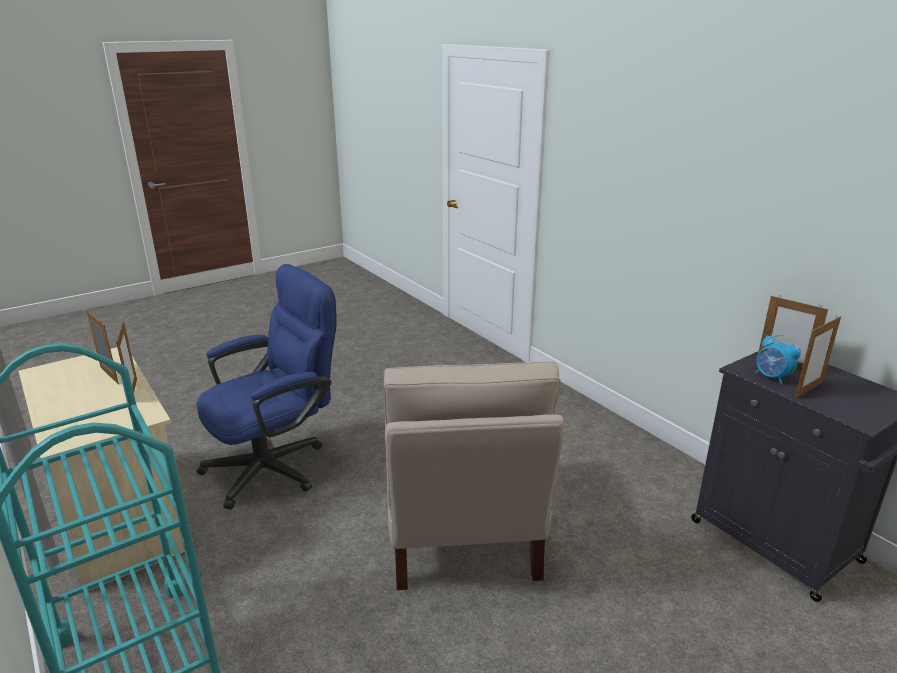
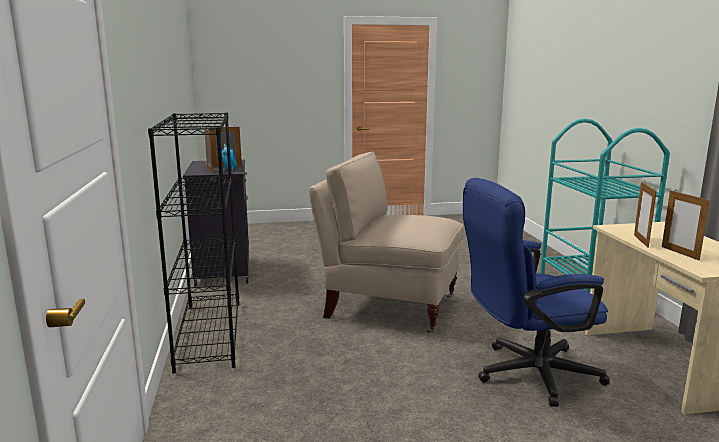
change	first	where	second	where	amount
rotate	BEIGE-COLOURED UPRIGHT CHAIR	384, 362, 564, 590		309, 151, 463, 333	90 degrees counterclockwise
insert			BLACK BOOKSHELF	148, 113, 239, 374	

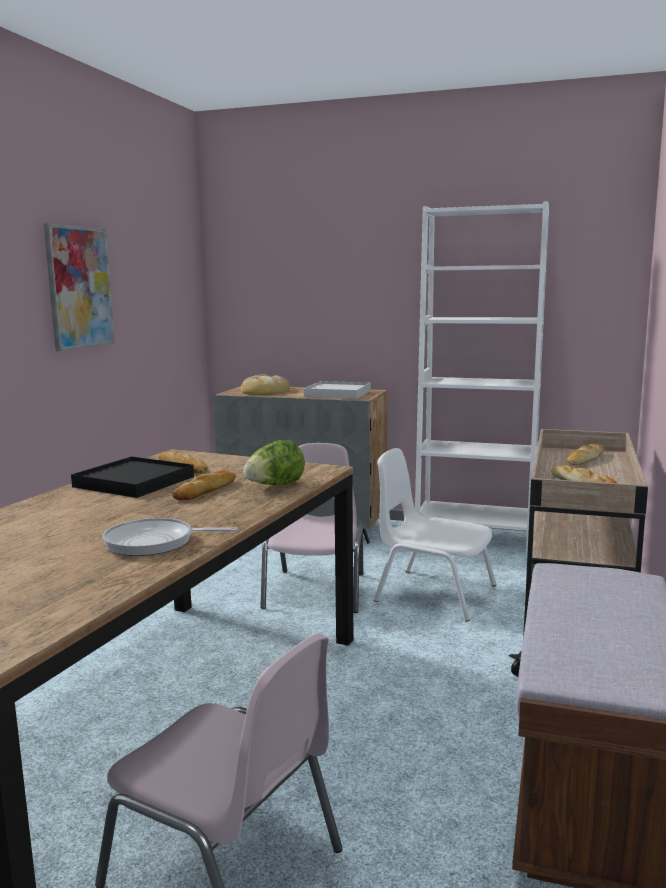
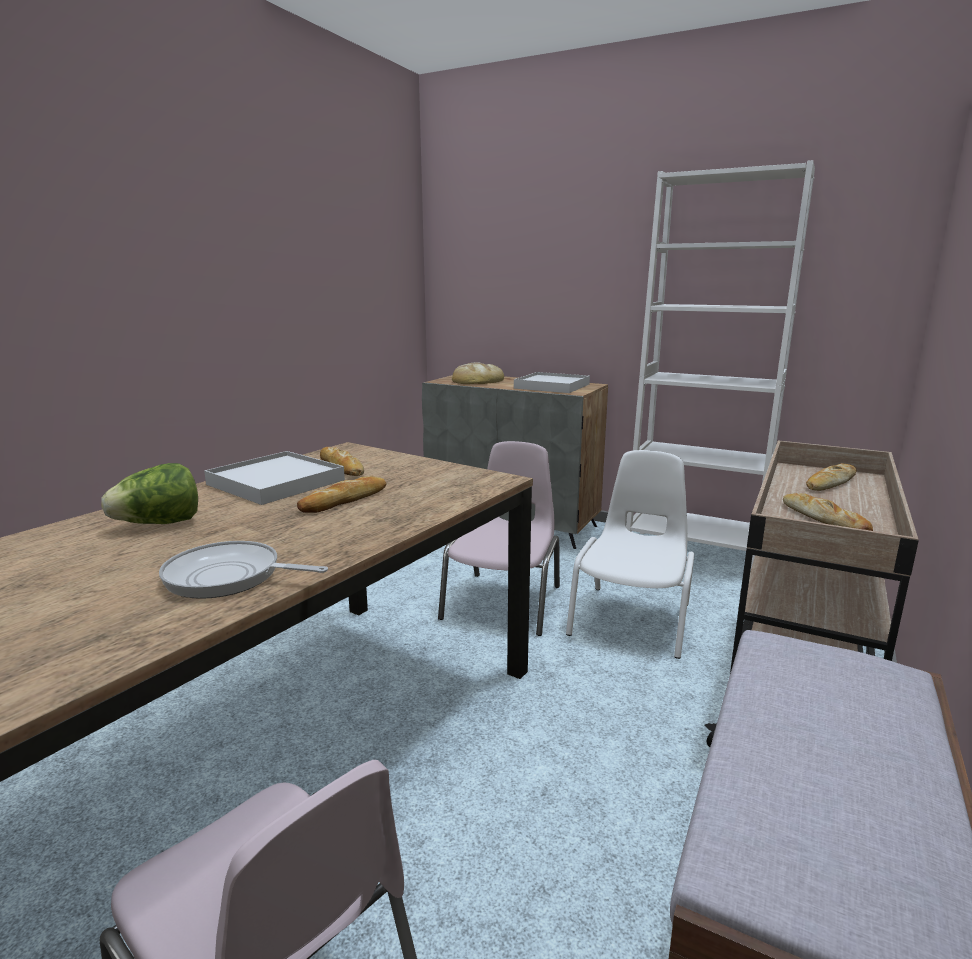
change	first	where	second	where	amount
delete	WALL ART	44, 223, 115, 351			
recolor	BLACK TRAY	71, 456, 194, 498	WHITE-COLOURED TRAY	204, 451, 345, 505	
move	LETTUCE HEAD	243, 440, 305, 485		101, 463, 198, 524	
rotate	WHITE-COLOURED UPRIGHT CHAIR	374, 448, 496, 622		566, 450, 694, 659	75 degrees clockwise

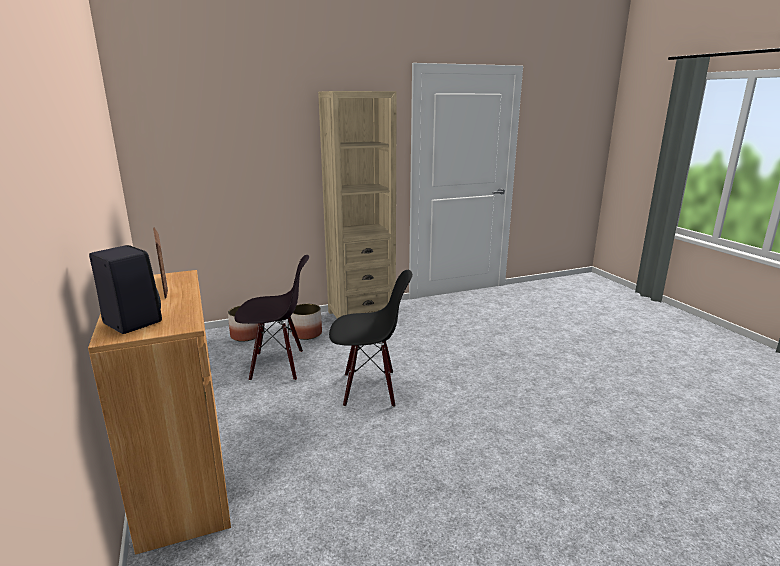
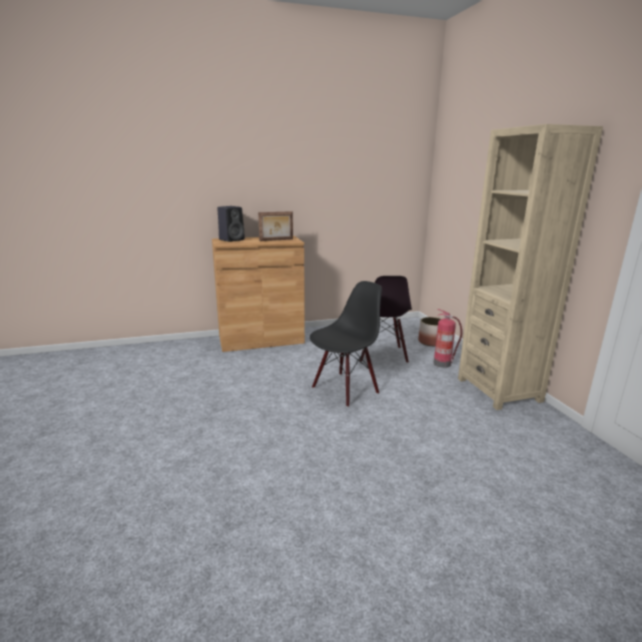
change	first	where	second	where	amount
replace	PLANT POT	291, 304, 322, 340	FIRE-FIGHTING CYLINDER	434, 309, 462, 368	
rotate	BLACK UPRIGHT CHAIR	329, 270, 413, 407		310, 281, 382, 407	135 degrees counterclockwise

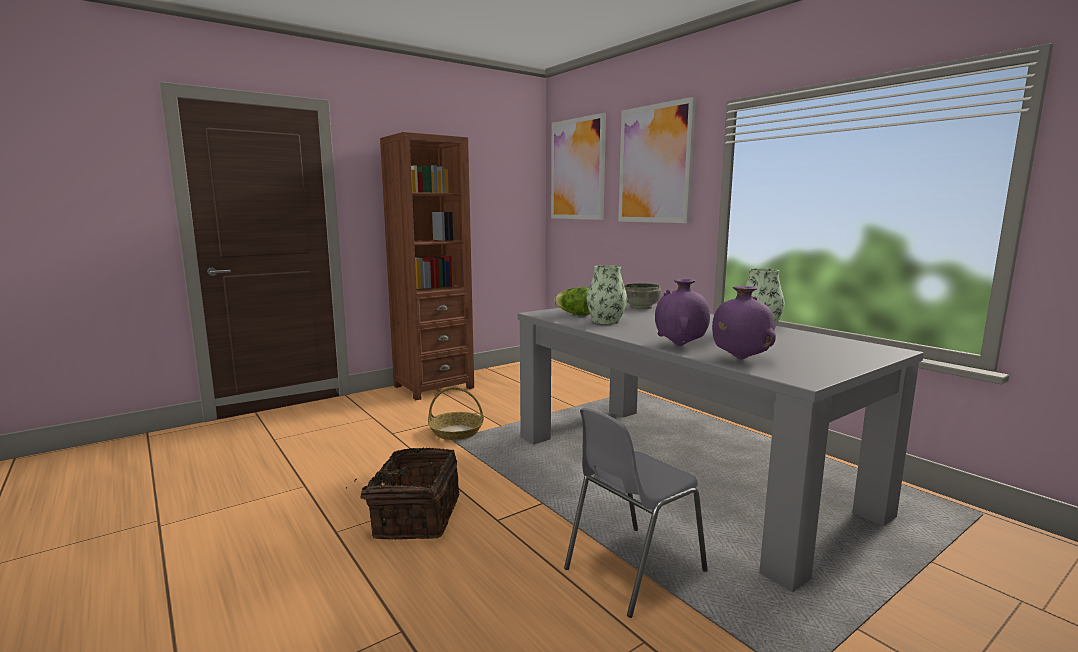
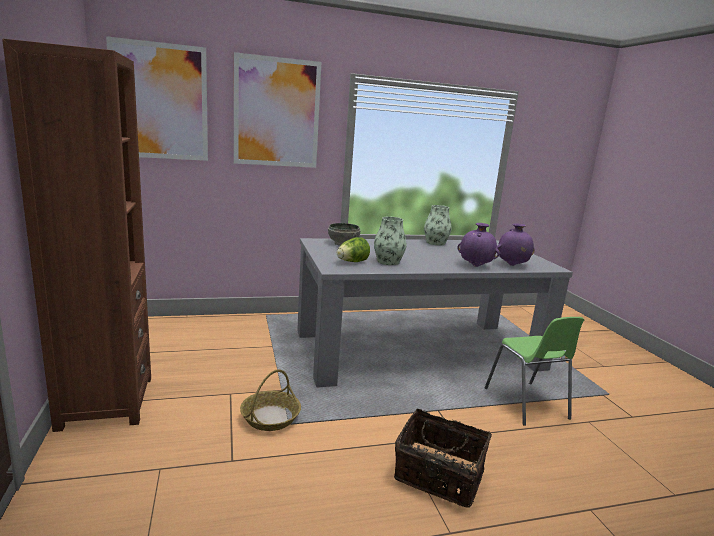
change	first	where	second	where	amount
recolor	GRAY UPRIGHT CHAIR	564, 407, 708, 618	GREEN UPRIGHT CHAIR	485, 317, 584, 426	

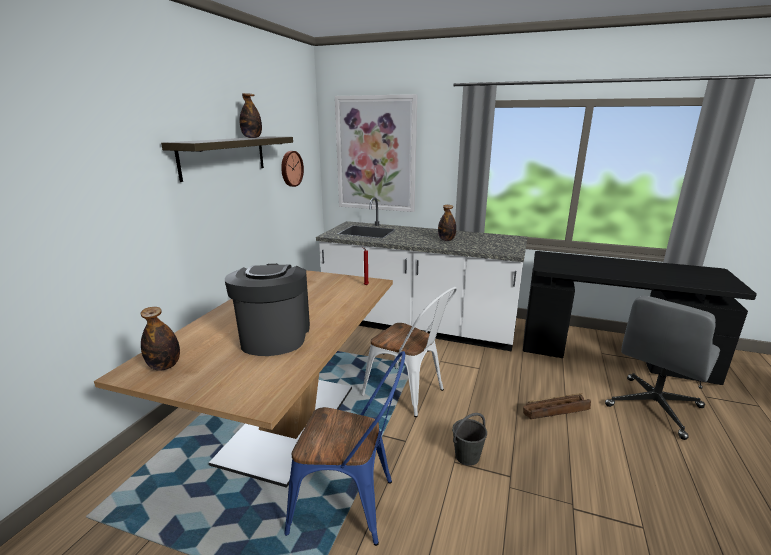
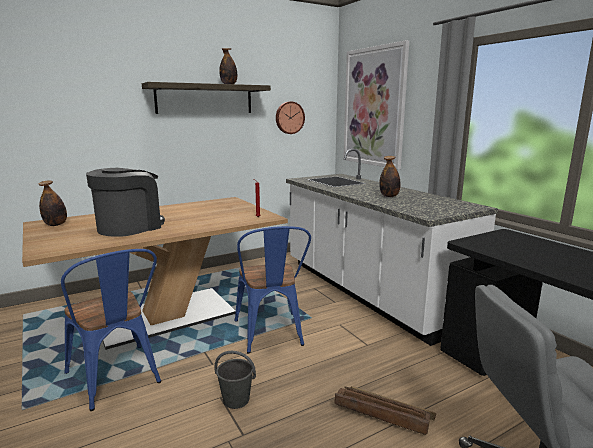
change	first	where	second	where	amount
recolor	WHITE-COLOURED UPRIGHT CHAIR	361, 287, 457, 417	BLUISH UPRIGHT CHAIR	234, 226, 311, 354	

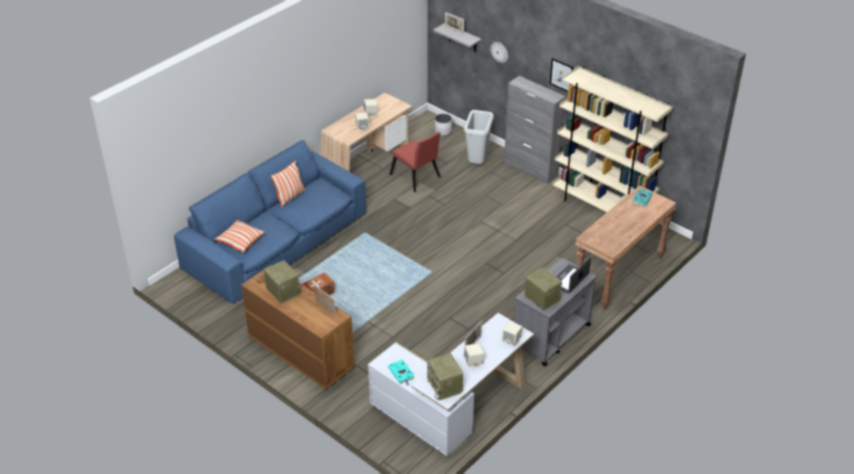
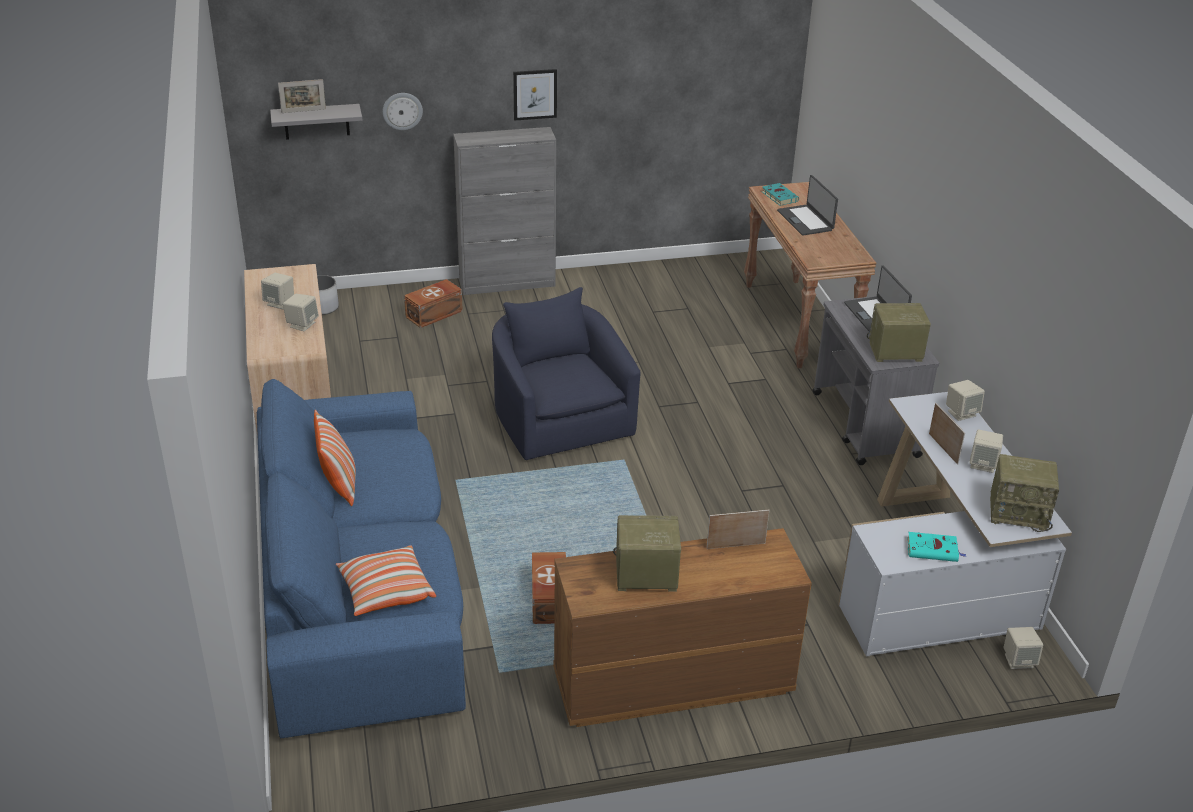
change	first	where	second	where	amount
delete	REDDISH UPRIGHT CHAIR	390, 132, 441, 192			
replace	GRAY RUBBISH BIN	464, 110, 494, 164	BROWN STORAGE CONTAINER	404, 279, 463, 328	
delete	BEIGE-COLOURED BOOKSHELF	553, 66, 673, 212			
insert			BLUISH EASY CHAIR	492, 287, 641, 460	
insert			NOTEBOOK COMPUTER	777, 175, 838, 236	
insert			BEIGE-COLOURED AUDIO SPEAKER	1004, 627, 1043, 669	

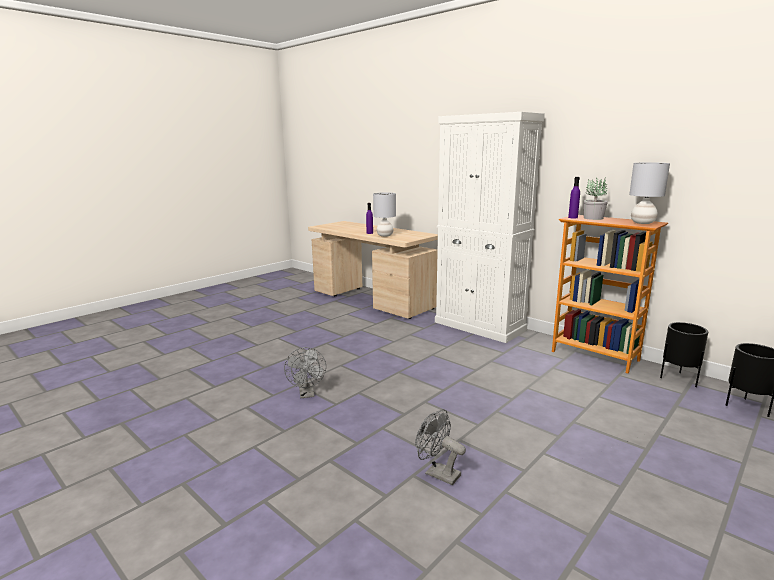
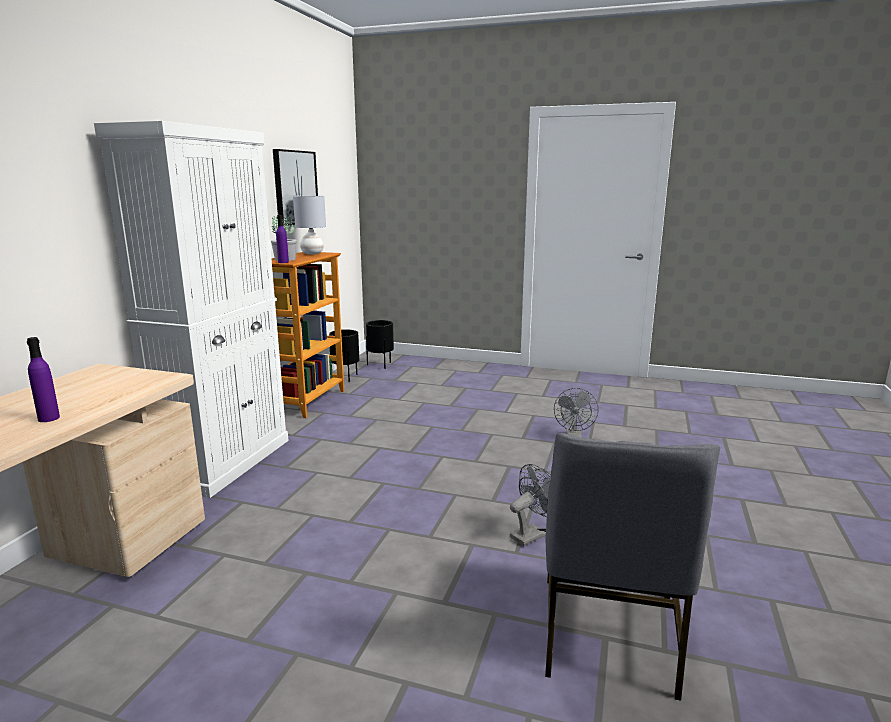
change	first	where	second	where	amount
delete	GRAY TABLETOP LAMP	373, 192, 396, 237			
insert			WALL ART	273, 149, 318, 225	
insert			GRAY UPRIGHT CHAIR	545, 433, 720, 700	

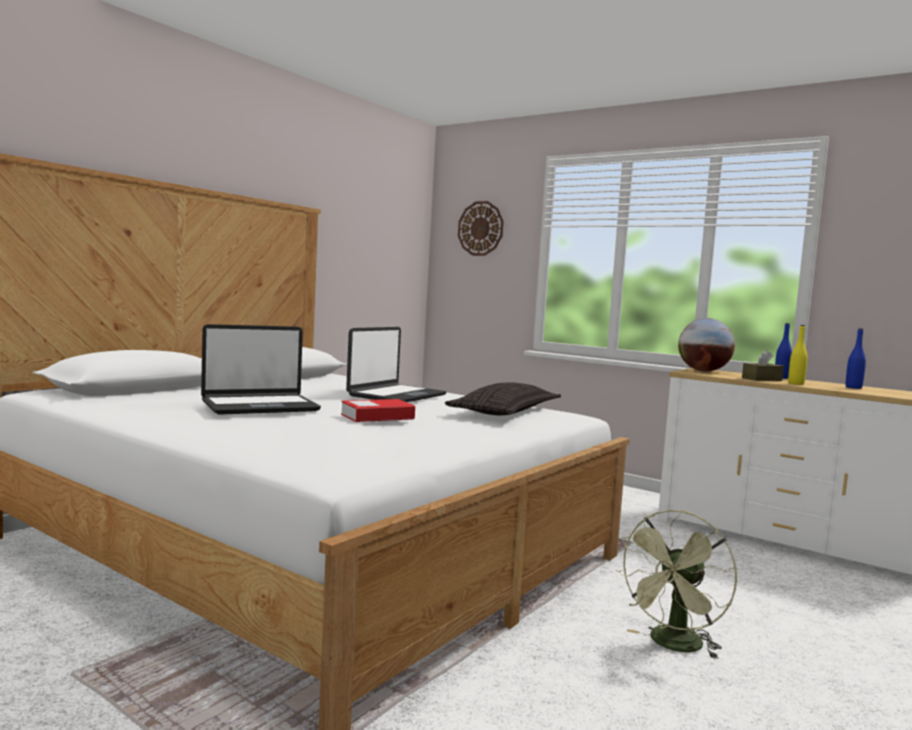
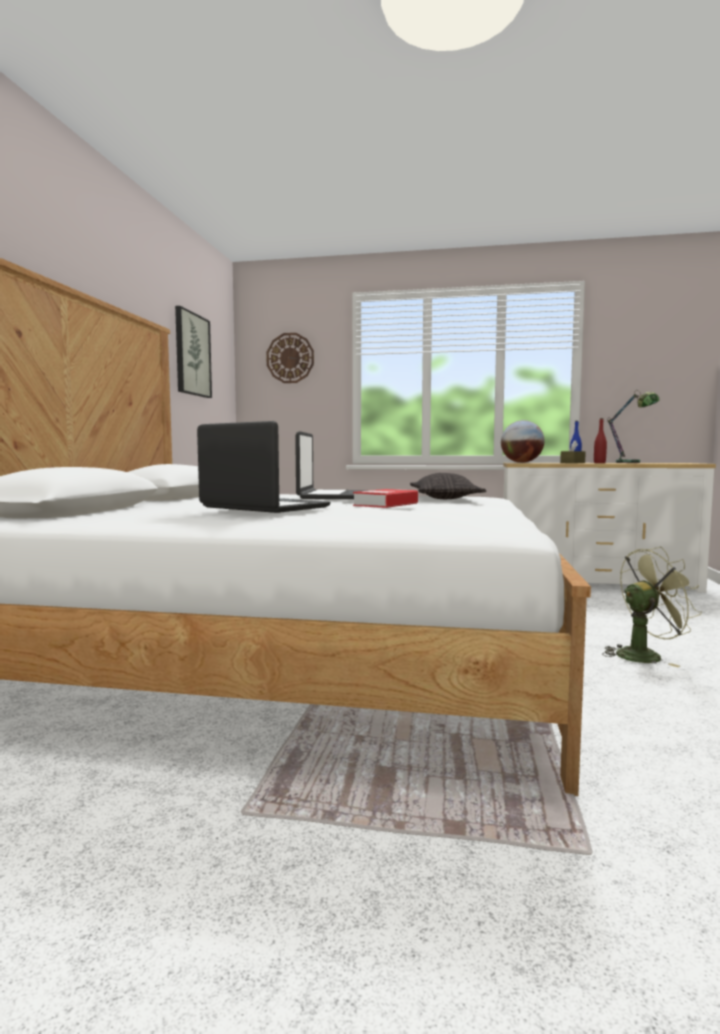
change	first	where	second	where	amount
rotate	NOTEBOOK COMPUTER	201, 324, 321, 415		197, 421, 331, 513	90 degrees counterclockwise
rotate	GREEN COOLING FAN	616, 510, 737, 659		602, 547, 702, 667	120 degrees counterclockwise
recolor	YELLOW-COLOURED DRINK BOTTLE	788, 325, 808, 385	REDDISH DRINK BOTTLE	594, 418, 607, 463	
replace	BLUISH DRINK BOTTLE	846, 328, 866, 389	TABLETOP LAMP	608, 390, 660, 463	
insert			WALL ART	175, 306, 212, 398	

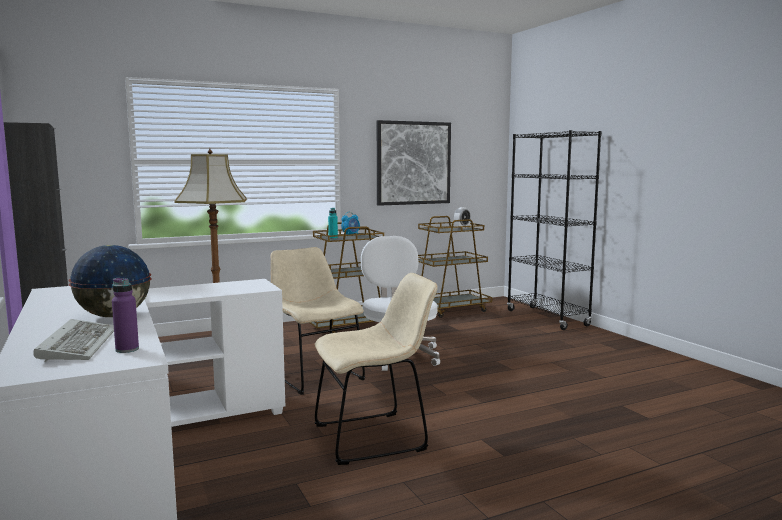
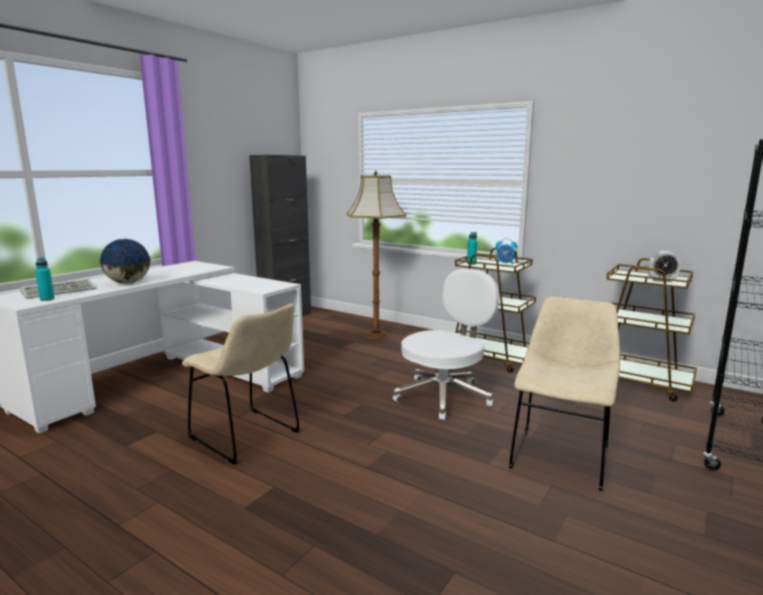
change	first	where	second	where	amount
recolor	PURPLISH DRINK BOTTLE	112, 278, 139, 353	TURQUOISE DRINK BOTTLE	35, 257, 55, 301	
move	BEIGE-COLOURED UPRIGHT CHAIR	271, 247, 365, 395		509, 296, 620, 491	
delete	WALL ART	377, 120, 451, 206			

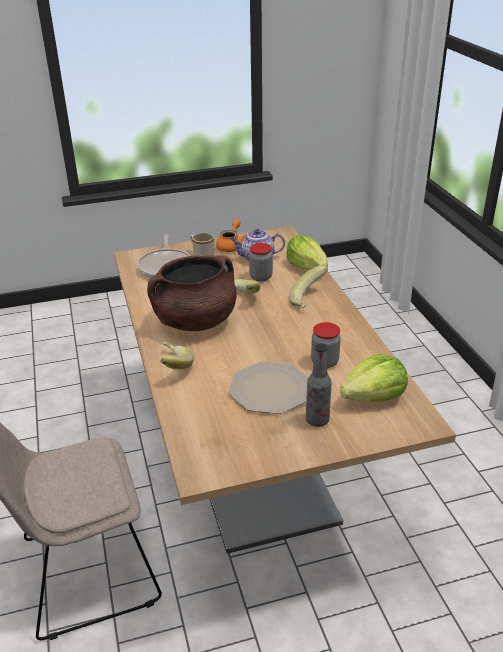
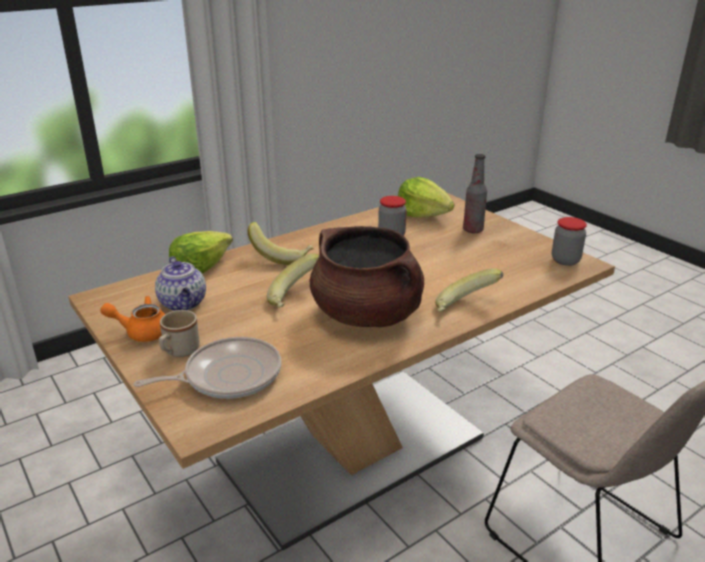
change	first	where	second	where	amount
delete	PLATE	229, 361, 308, 414			
move	STORAGE JAR	249, 243, 273, 282		552, 217, 587, 266	

